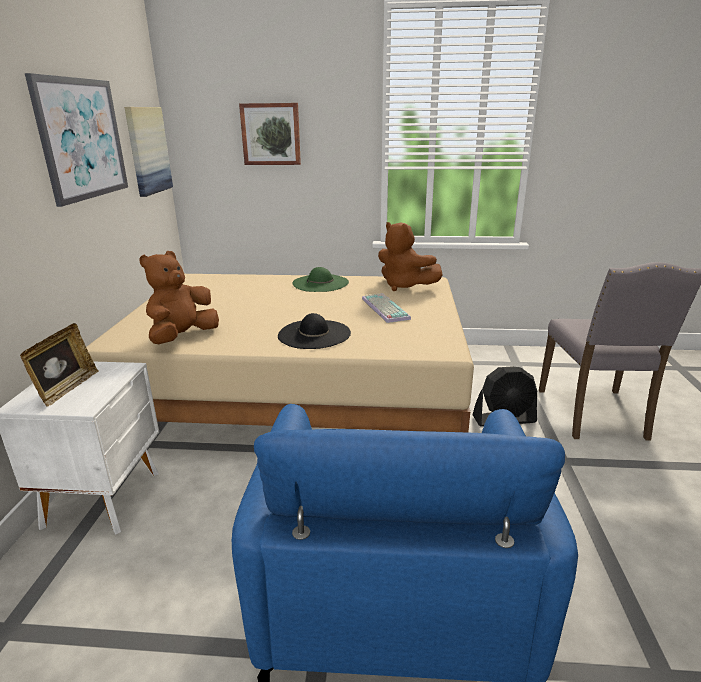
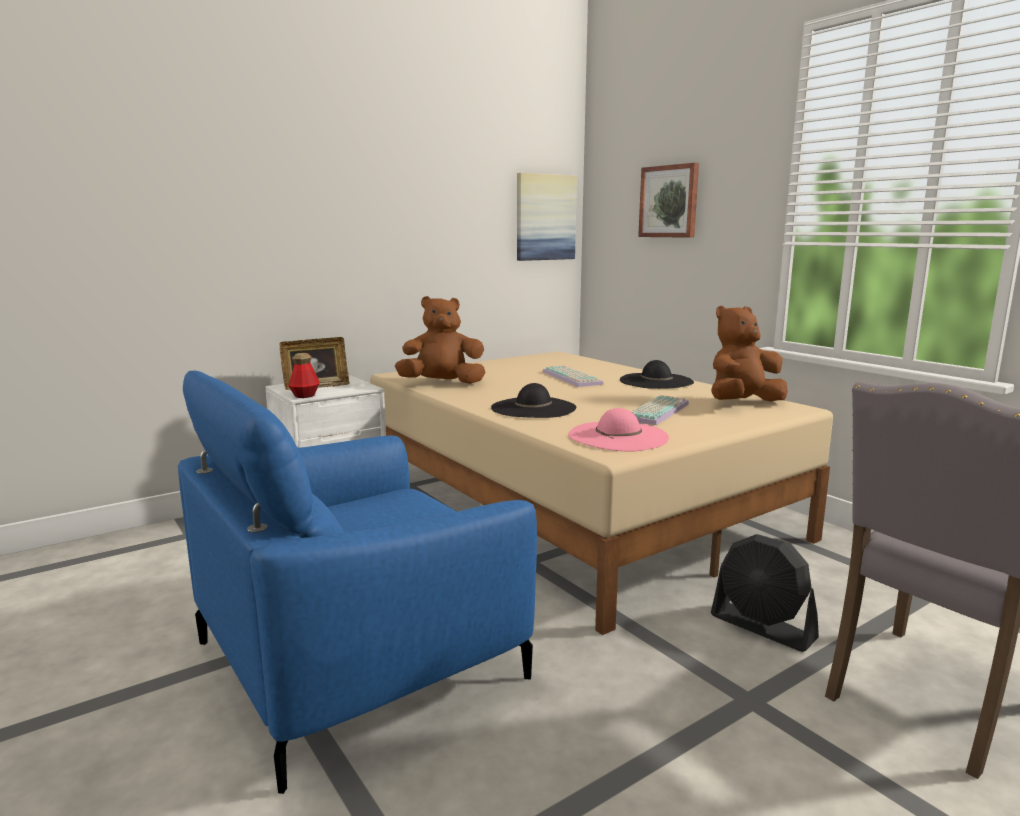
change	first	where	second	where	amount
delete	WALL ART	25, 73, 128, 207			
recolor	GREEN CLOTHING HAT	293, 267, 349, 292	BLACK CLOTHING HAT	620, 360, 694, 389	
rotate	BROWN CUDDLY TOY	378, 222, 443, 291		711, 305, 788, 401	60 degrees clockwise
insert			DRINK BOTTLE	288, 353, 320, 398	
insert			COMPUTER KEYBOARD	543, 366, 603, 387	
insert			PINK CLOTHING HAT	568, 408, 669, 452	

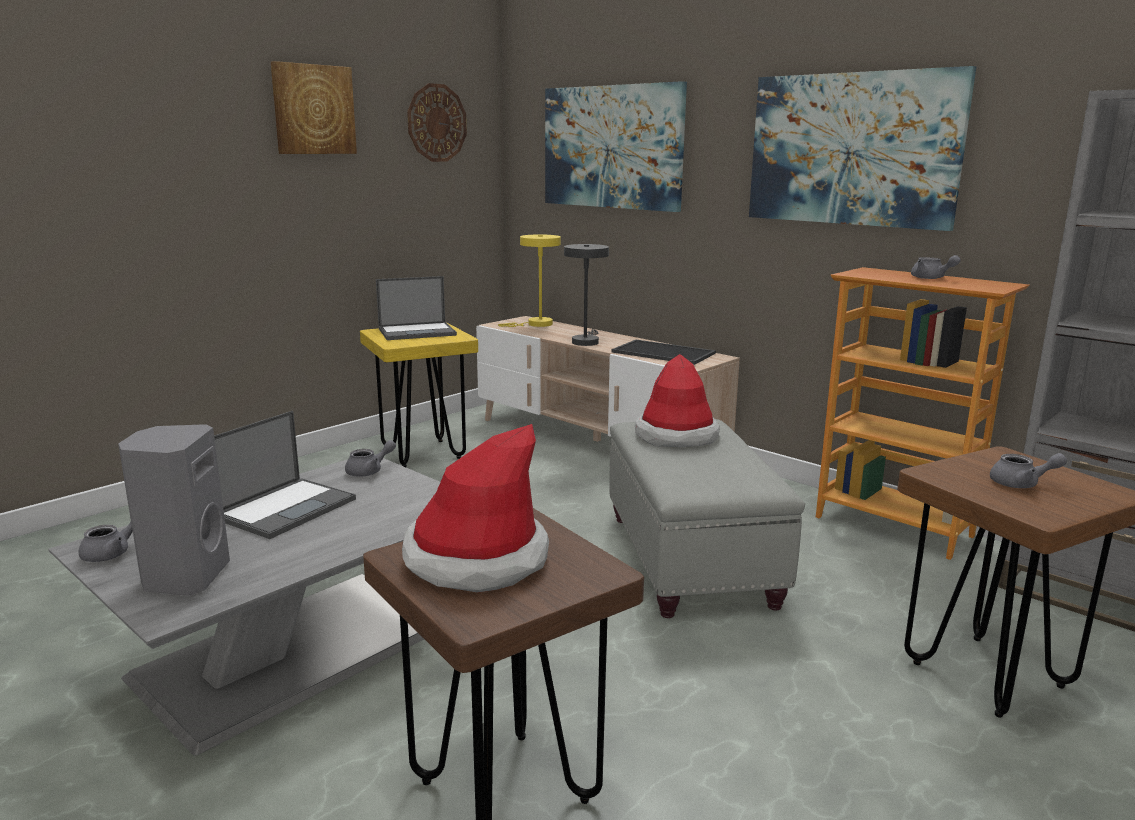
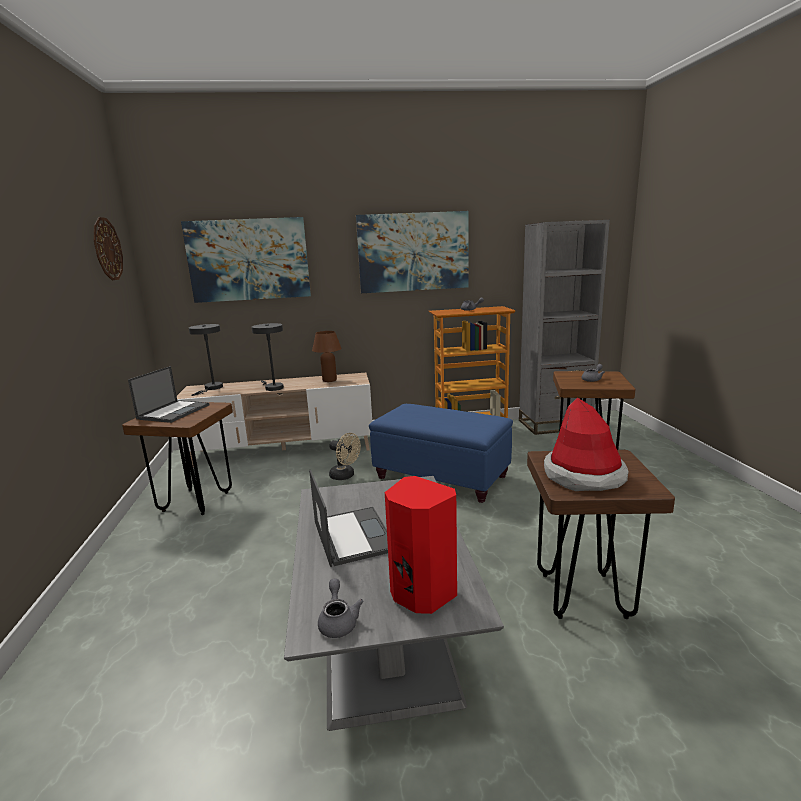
change	first	where	second	where	amount
recolor	GRAY AUDIO SPEAKER	118, 424, 230, 596	REDDISH AUDIO SPEAKER	385, 476, 457, 614	
delete	WALL ART	271, 61, 357, 154			
delete	GRAY POT FOR TEA	345, 440, 396, 477			
recolor	YELLOW-COLOURED STOOL SEAT	360, 323, 478, 467	BROWN STOOL SEAT	122, 402, 233, 515	
recolor	YELLOW-COLOURED TABLETOP LAMP	498, 234, 561, 327	GRAY TABLETOP LAMP	189, 324, 223, 396	
recolor	GRAY OTTOMAN	609, 419, 805, 618	BLUISH OTTOMAN	369, 404, 513, 503	
replace	TRAY	612, 340, 716, 365	BROWN TABLETOP LAMP	312, 331, 342, 382	
delete	CLOTHING HAT	635, 354, 720, 447			
insert			BEIGE-COLOURED COOLING FAN	329, 433, 361, 480	

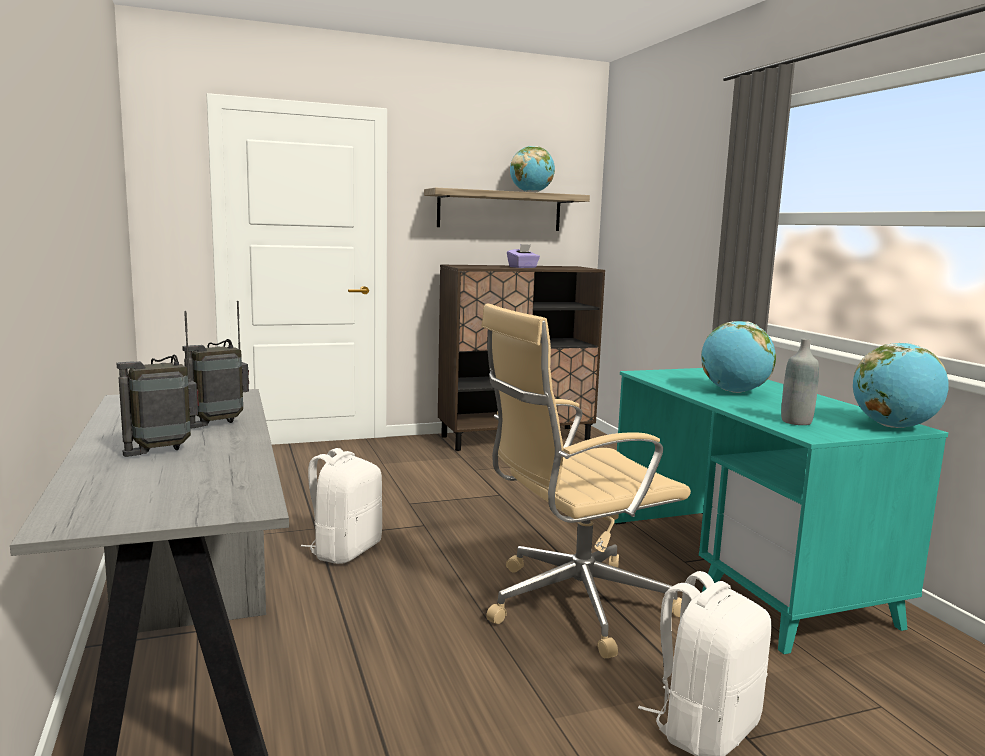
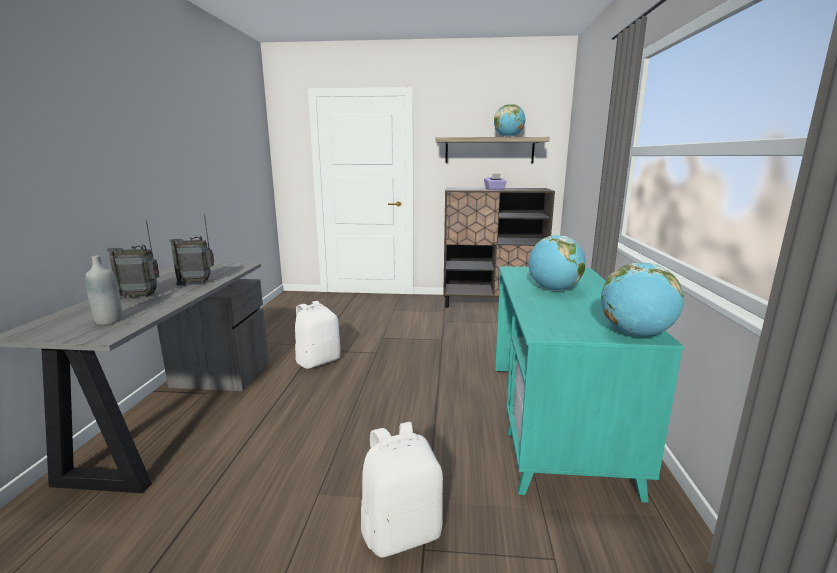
change	first	where	second	where	amount
delete	BEIGE-COLOURED COMPUTER CHAIR	481, 303, 691, 658			
move	GRAY DRINK BOTTLE	781, 339, 819, 425		85, 255, 123, 325	

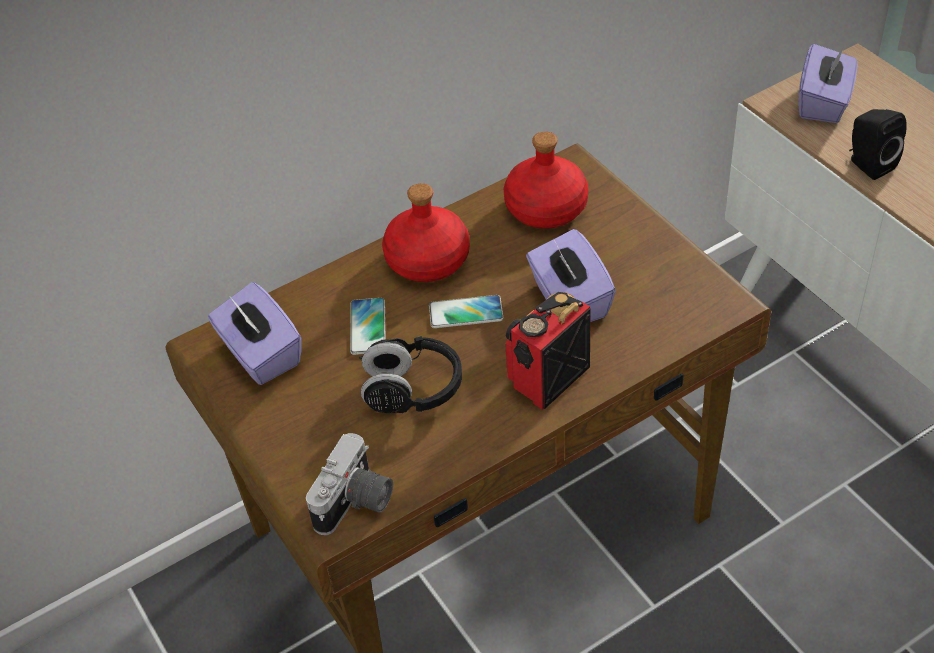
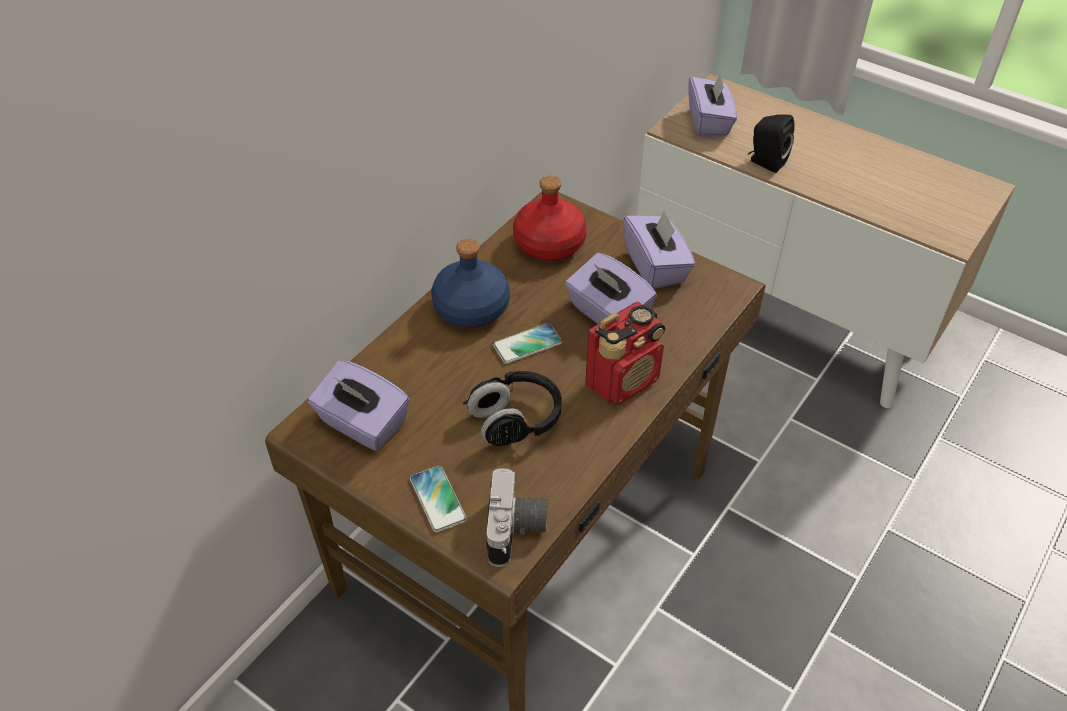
change	first	where	second	where	amount
move	TELEPHONE	350, 298, 386, 355		410, 466, 467, 533	
recolor	REDDISH DRINK BOTTLE	382, 183, 470, 282	BLUISH DRINK BOTTLE	431, 239, 510, 328	
rotate	RADIO RECEIVER	505, 292, 591, 410		586, 301, 665, 405	150 degrees counterclockwise
insert			PURPLISH BOX OF TISSUES	623, 209, 695, 289	

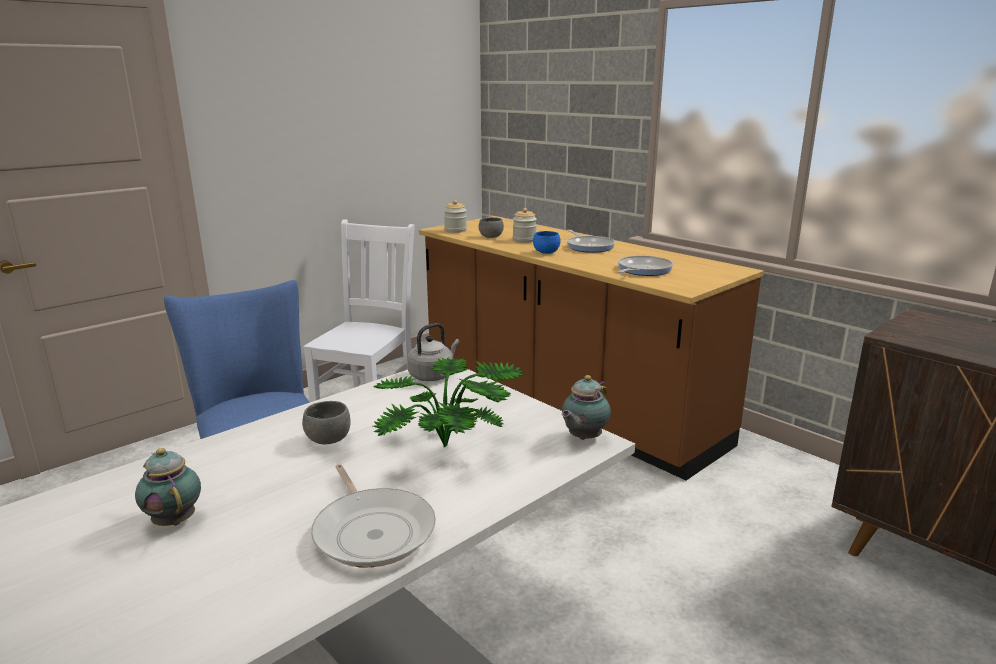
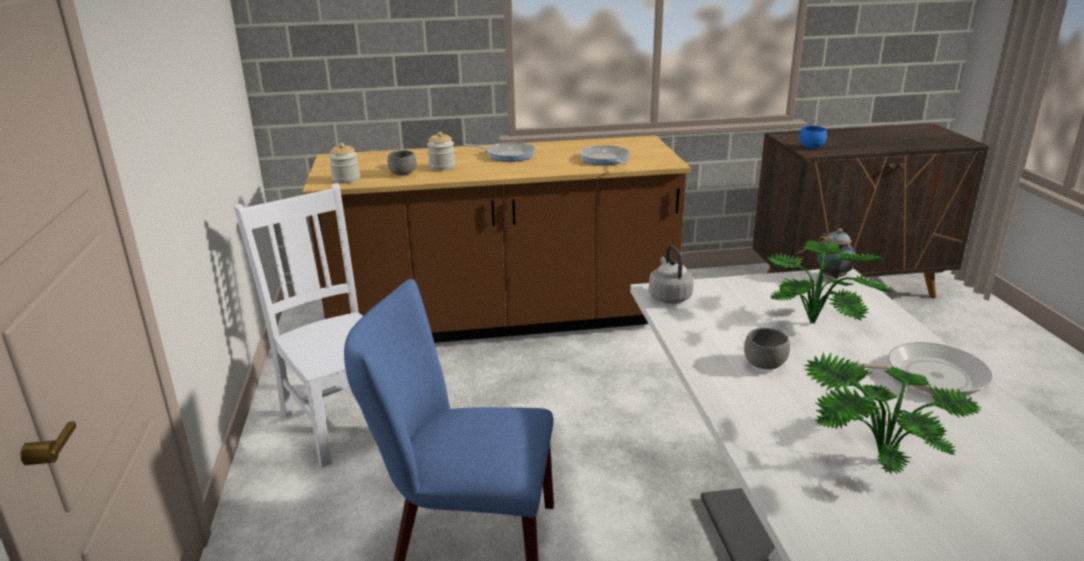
change	first	where	second	where	amount
replace	POT FOR TEA	135, 448, 201, 526	PLANT IN A POT	803, 352, 982, 474	
move	BLUISH BOWL	533, 231, 560, 254		799, 126, 827, 148	

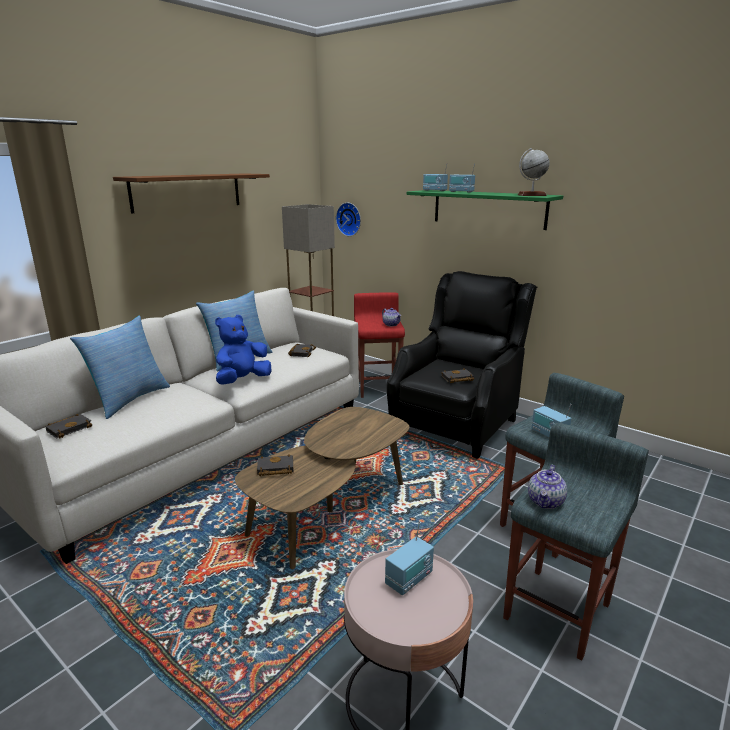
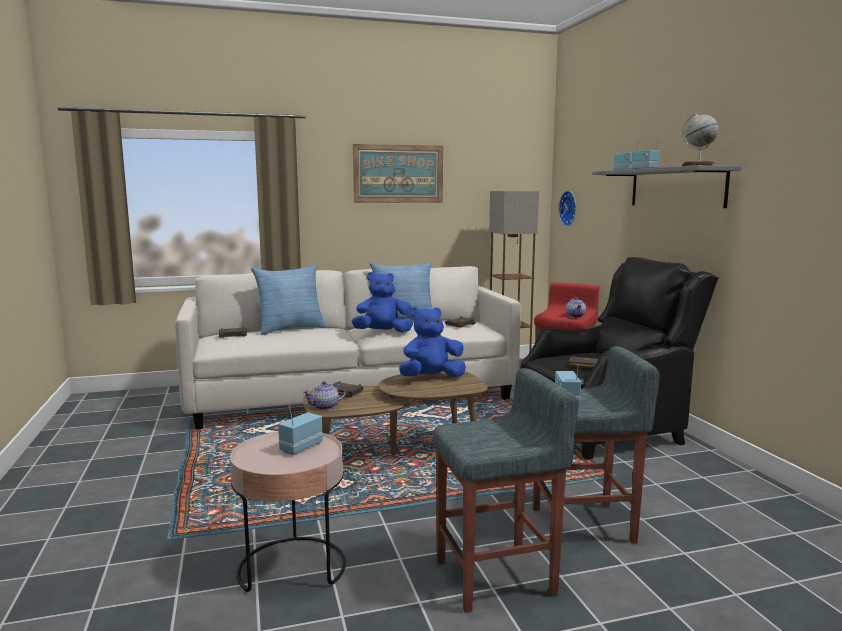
change	first	where	second	where	amount
replace	BROWN WALL SHELF	113, 173, 270, 213	WALL ART	353, 144, 443, 203	
rotate	RADIO RECEIVER	385, 521, 434, 595		278, 408, 323, 455	135 degrees clockwise
recolor	GREEN WALL SHELF	407, 190, 563, 230	GRAY WALL SHELF	592, 165, 742, 208	
move	POT FOR TEA	528, 465, 567, 509		303, 381, 346, 410	
insert			BLUISH CUDDLY TOY	399, 307, 466, 377	

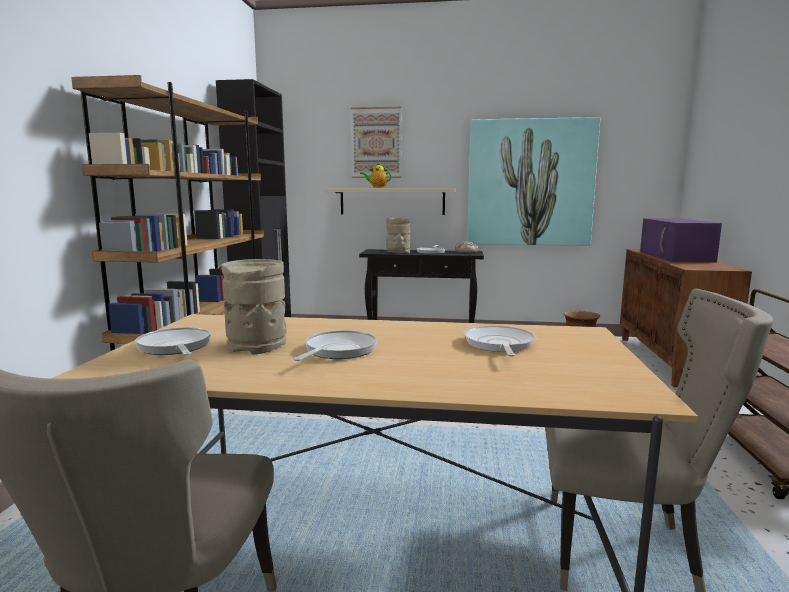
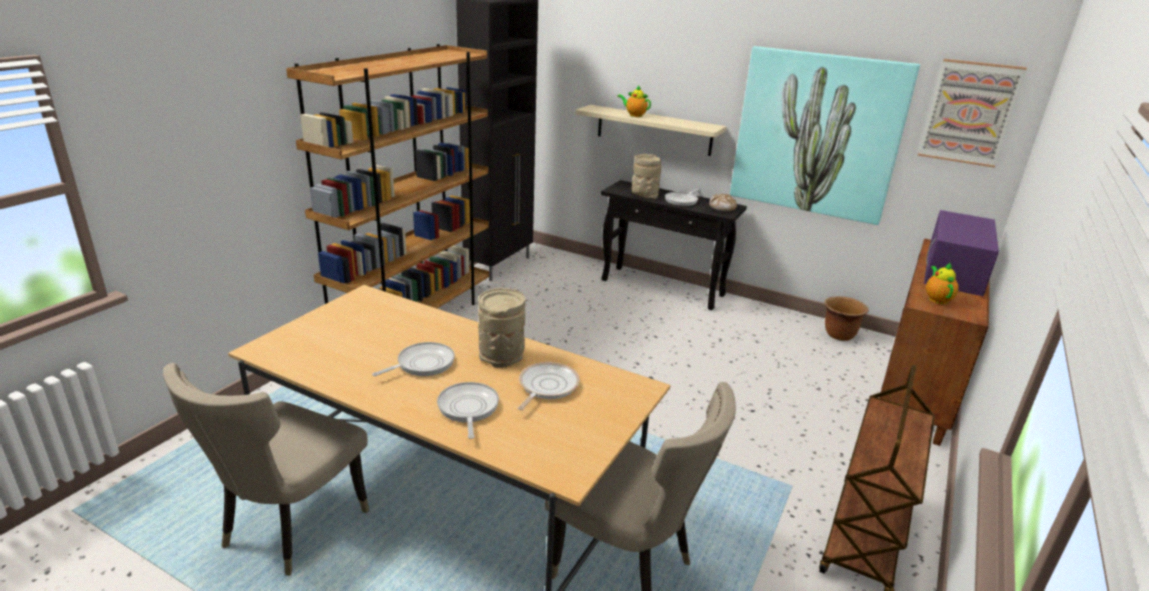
change	first	where	second	where	amount
move	SKILLET	135, 327, 211, 355		437, 382, 499, 439	
move	BEIGE-COLOURED VASE	221, 259, 287, 354		478, 288, 526, 368	
move	WALL ART	351, 107, 402, 178		917, 59, 1027, 168	
insert			POT FOR TEA	926, 263, 959, 304	

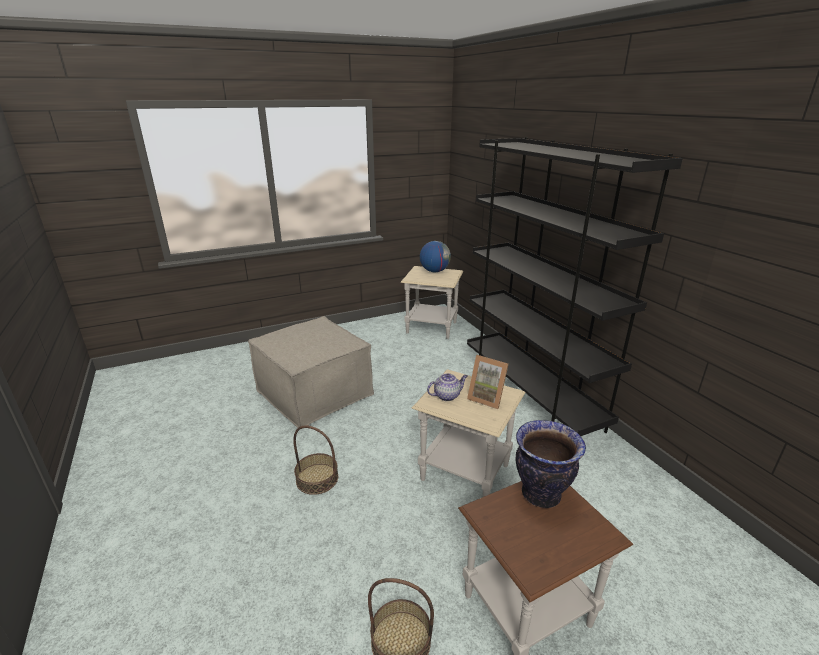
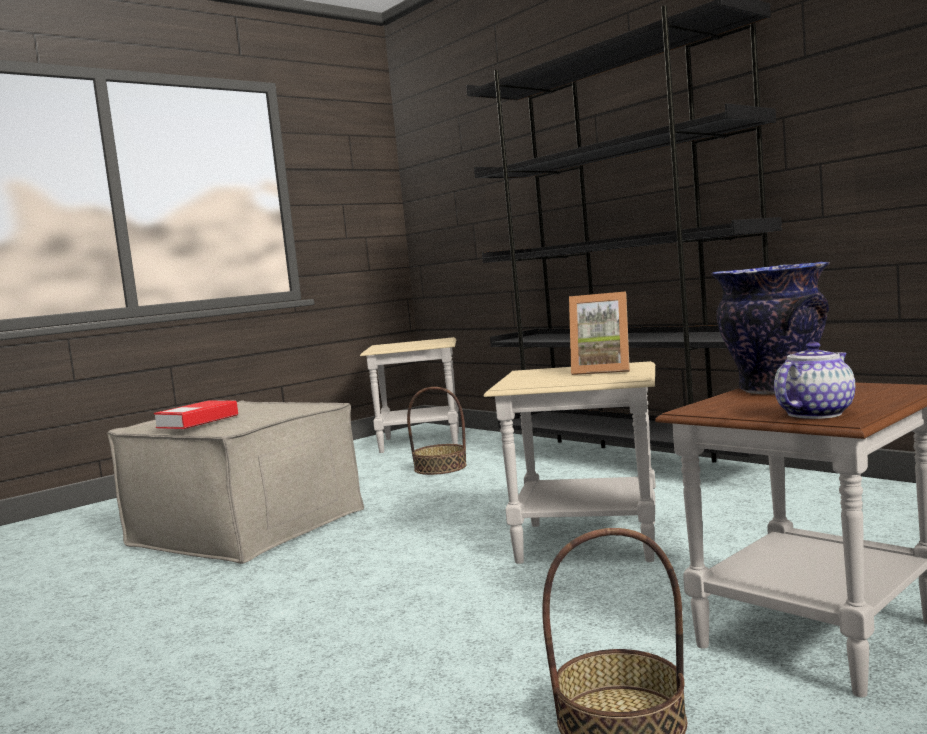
change	first	where	second	where	amount
move	STORAGE BASKET	293, 425, 338, 495		407, 387, 467, 475	
delete	WORLD GLOBE	420, 241, 451, 272			
move	POT FOR TEA	427, 373, 467, 401		774, 342, 855, 419	
insert			BOOK	154, 401, 238, 429	

